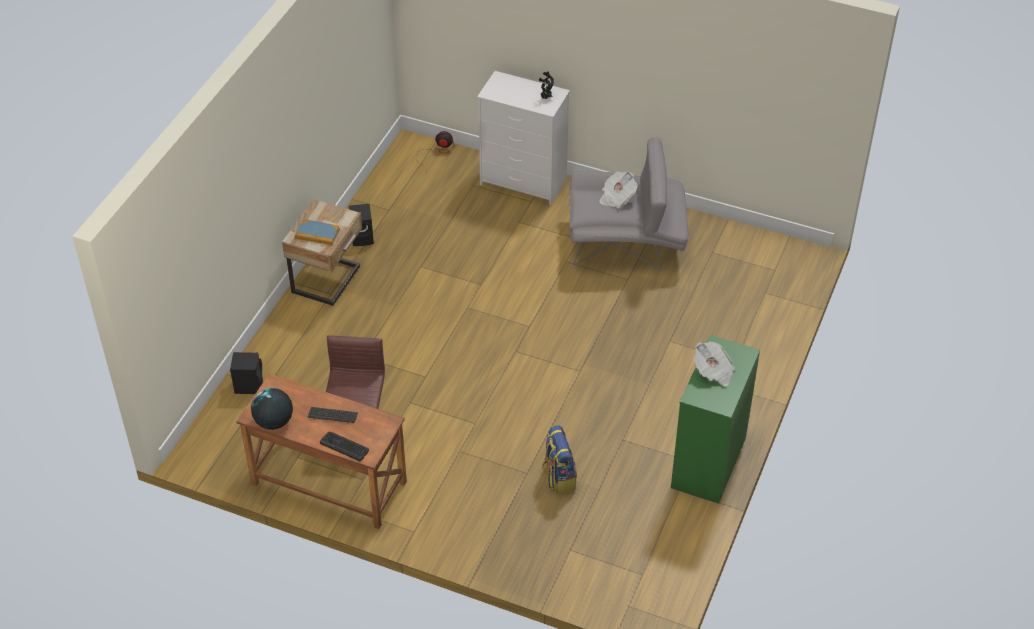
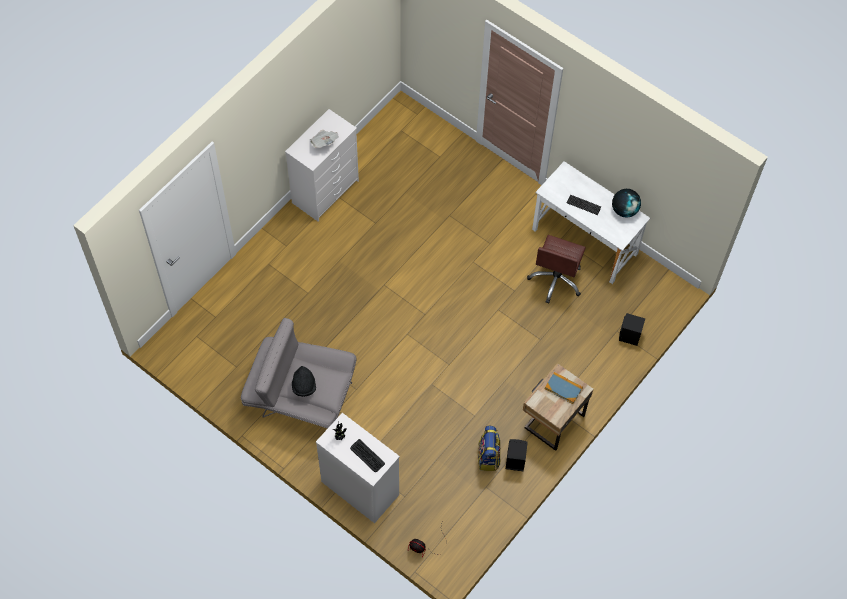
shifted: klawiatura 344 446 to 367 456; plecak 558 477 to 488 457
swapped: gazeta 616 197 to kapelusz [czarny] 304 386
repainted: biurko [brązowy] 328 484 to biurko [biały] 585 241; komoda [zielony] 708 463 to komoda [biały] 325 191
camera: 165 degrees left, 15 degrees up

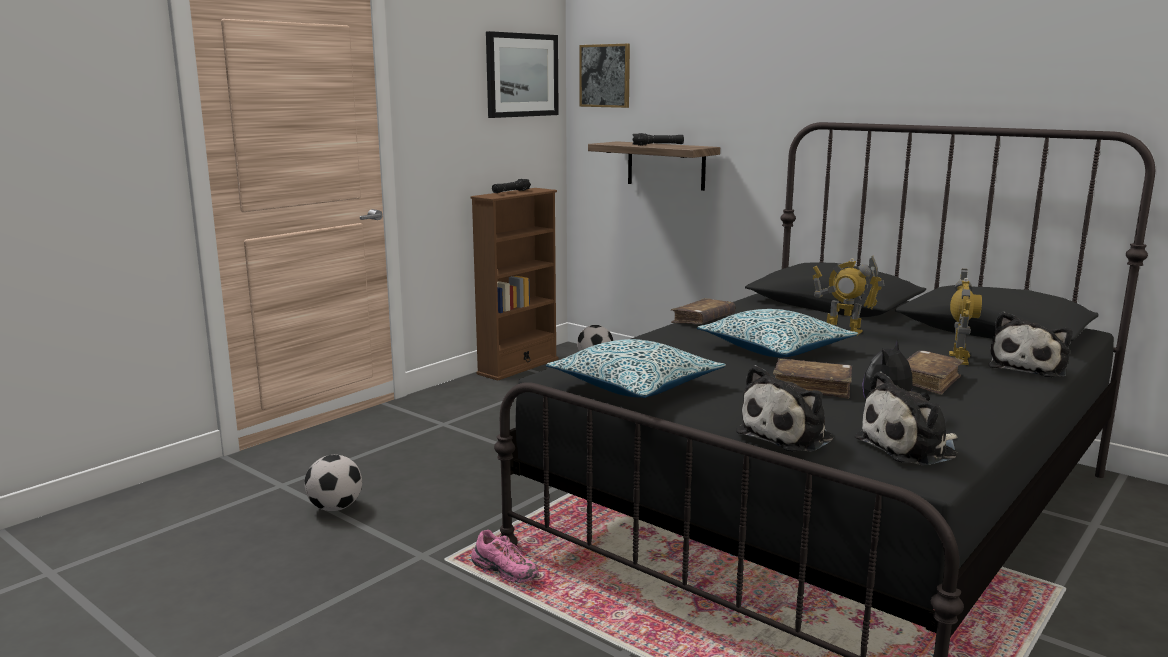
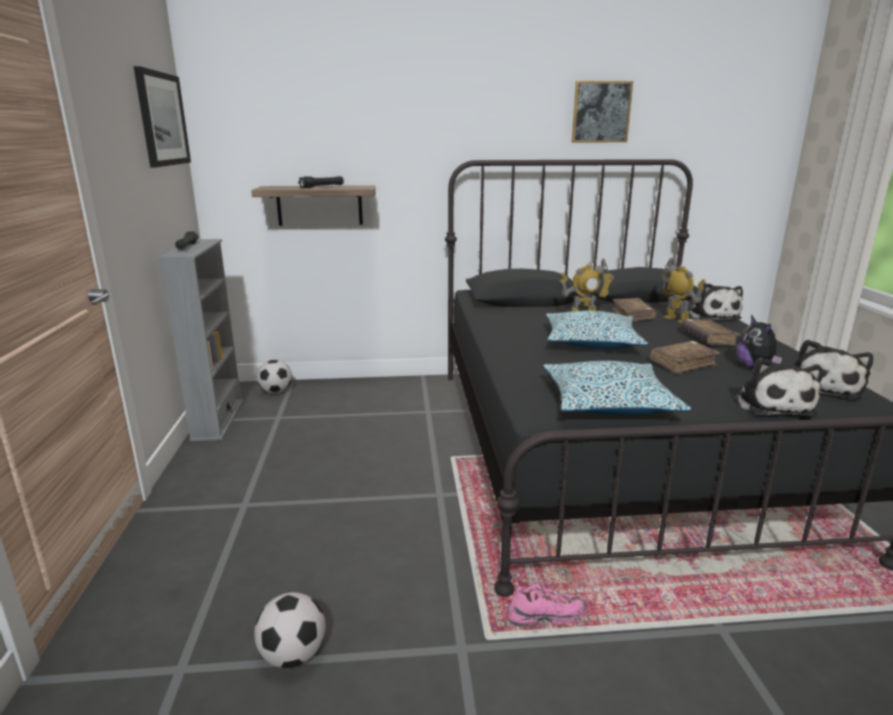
shifted: obraz 605 76 to 601 112; książka [brązowy] 703 320 to 632 316
repainted: regał [brązowy] 518 366 to regał [szary] 218 420
camera: 45 degrees left, 5 degrees up

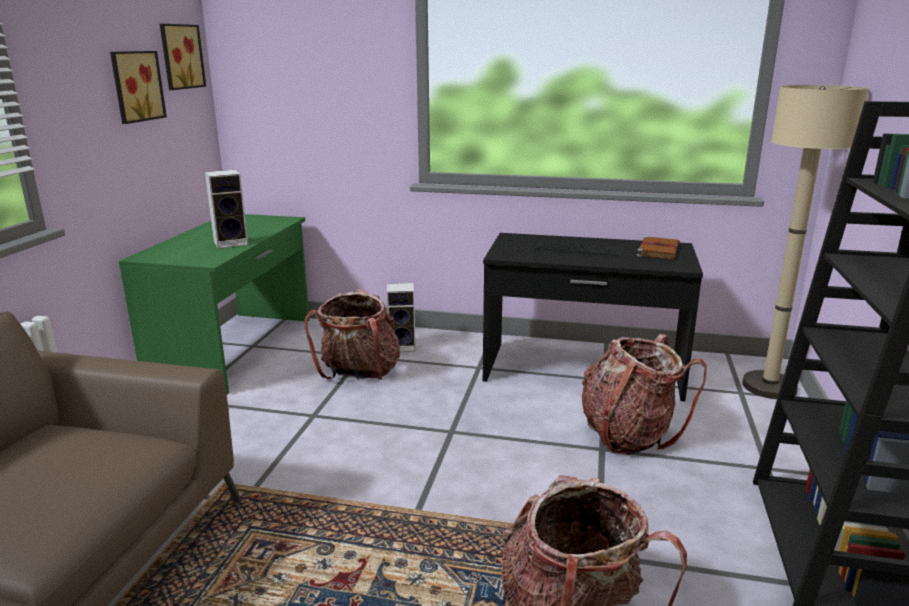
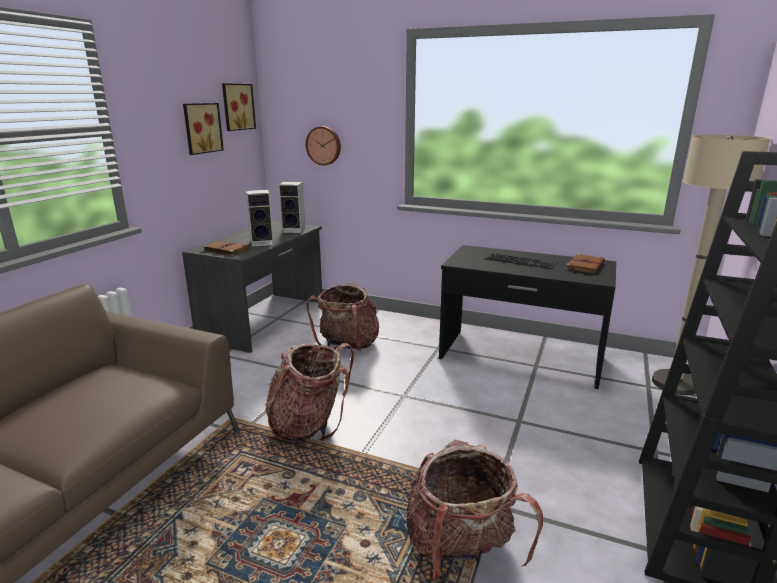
new: książka [brązowy] 225 250; zegar ścienny 324 145
shifted: głośnik 403 346 to 295 230; plecak 628 434 to 309 424
repainted: biurko [zielony] 236 349 to biurko [szary] 265 320
camera: 10 degrees right, 0 degrees up

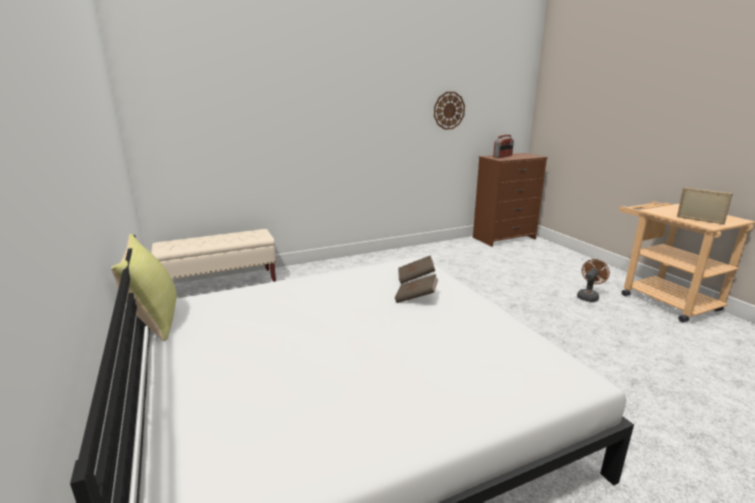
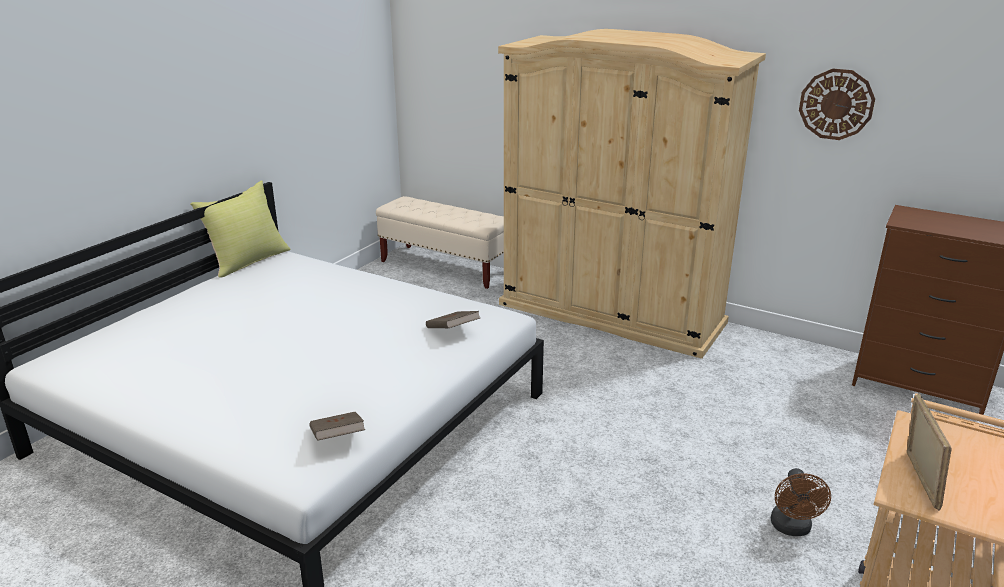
gone: radio 502 156
new: szafa [beżowy] 611 313
shifted: książka [brązowy] 416 298 to 337 439
rotated: wentylator [brązowy] 588 296 = 792 528 90 degrees clockwise
camera: 55 degrees right, 5 degrees up

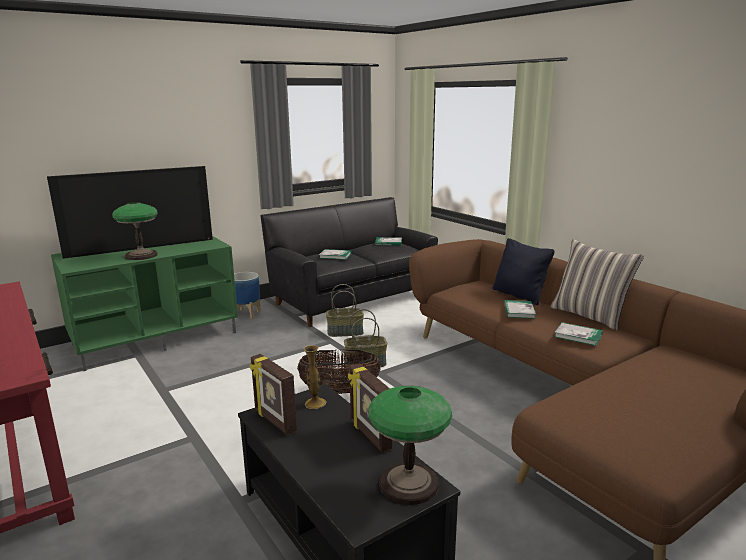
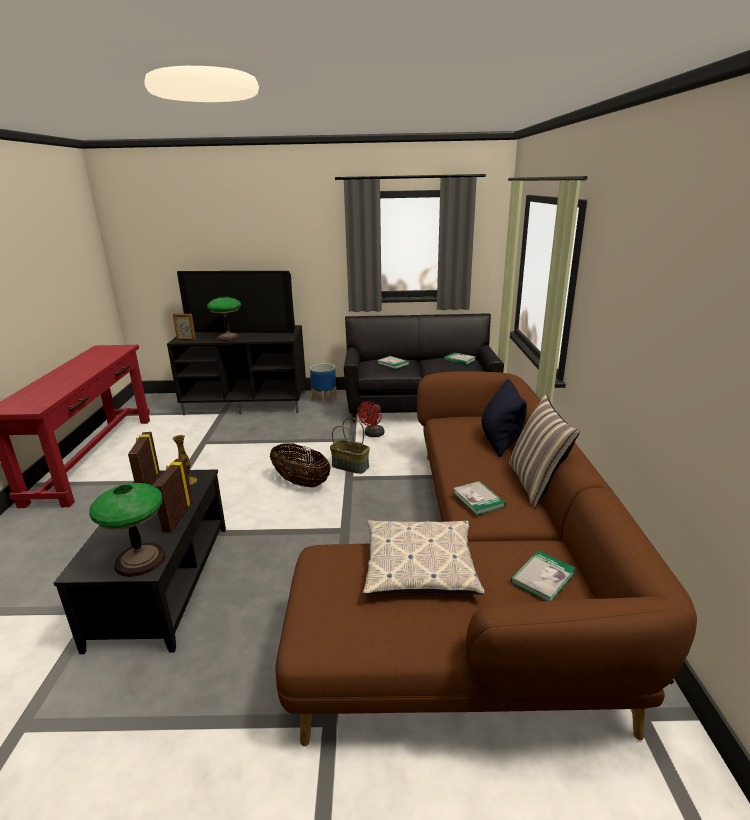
new: ramka na zdjęcie 186 339; poduszka 420 566
shifted: książka 519 311 to 542 578
swapped: koszyk 345 332 to wentylator [czerwony] 372 435
repainted: szafka pod telewizor [zielony] 156 337 to szafka pod telewizor [czarny] 247 403
camera: 35 degrees right, 5 degrees up

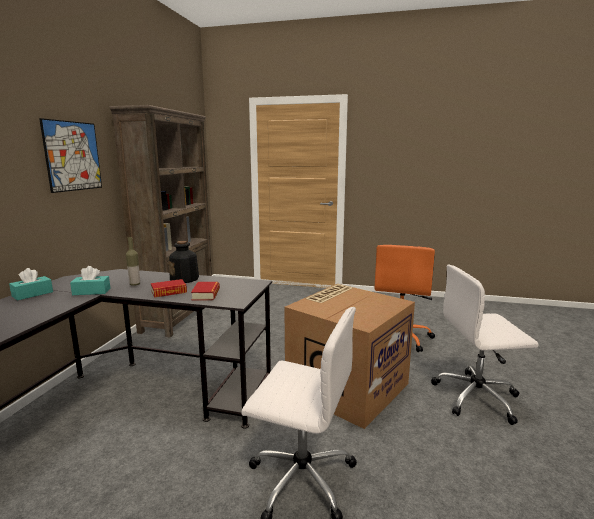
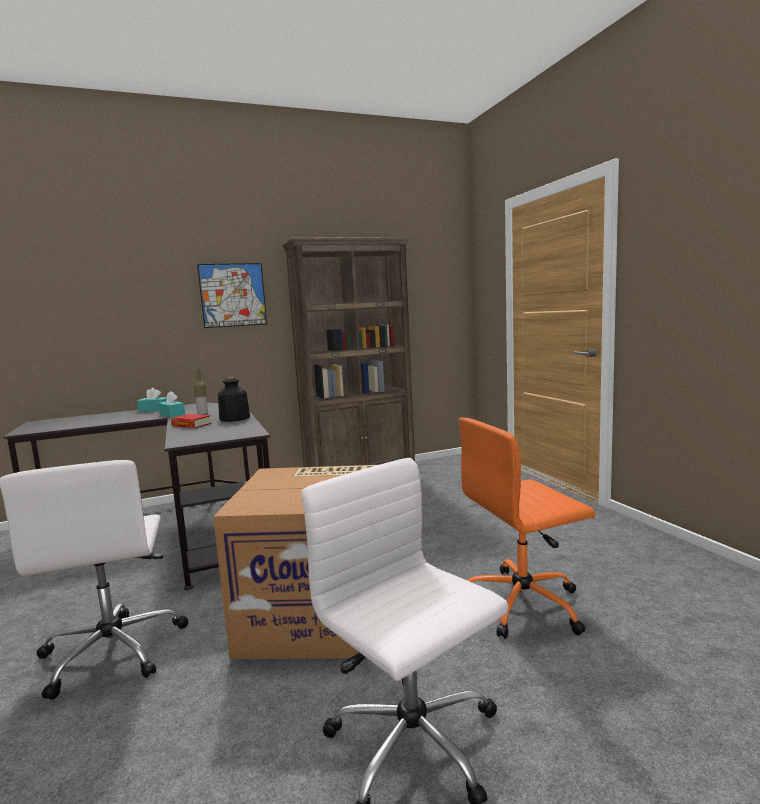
gone: książka 206 294
camera: 55 degrees right, 5 degrees down

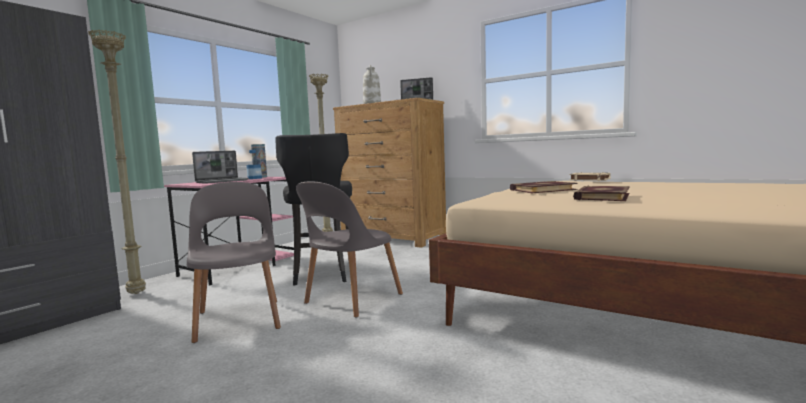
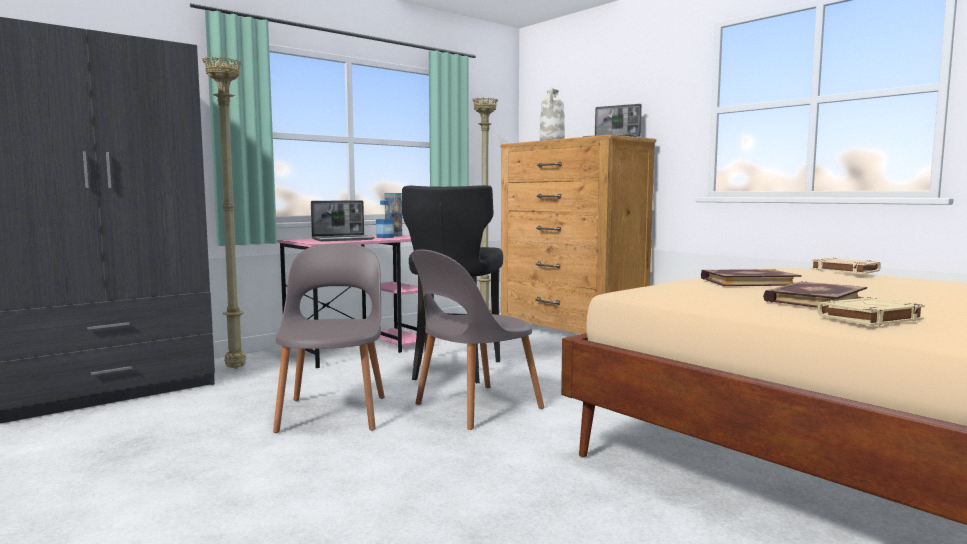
new: książka [beżowy] 869 318
camera: 15 degrees right, 0 degrees up

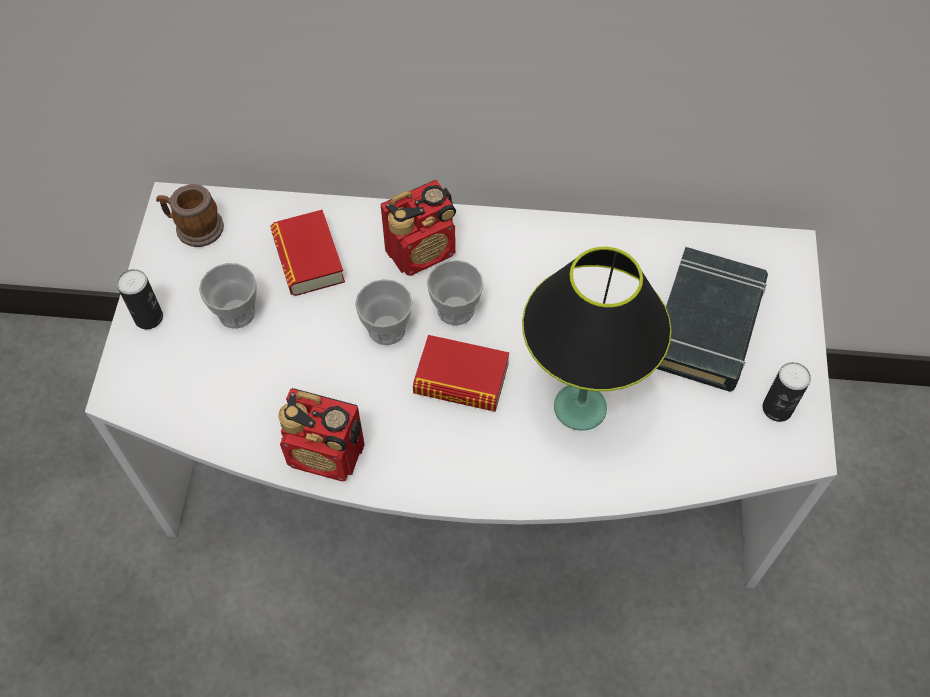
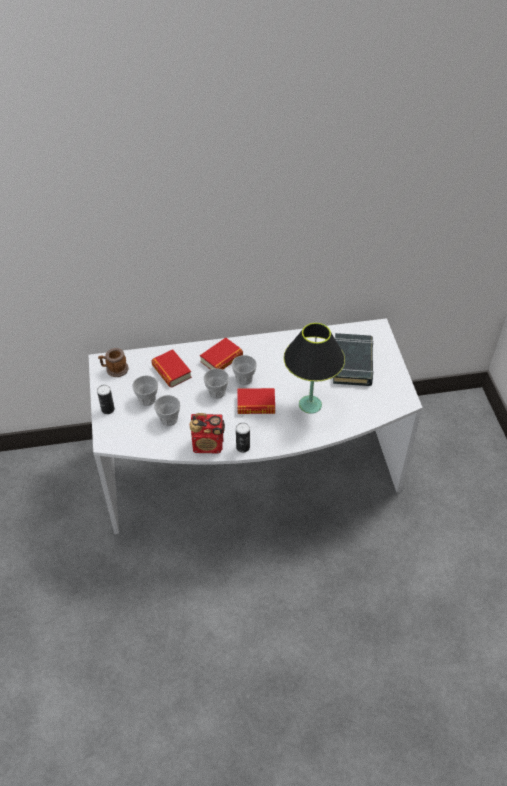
new: filiżanka 169 419
shifted: puszka 777 408 to 243 447
swapped: radio 422 252 to książka 221 359
camera: 15 degrees left, 10 degrees down

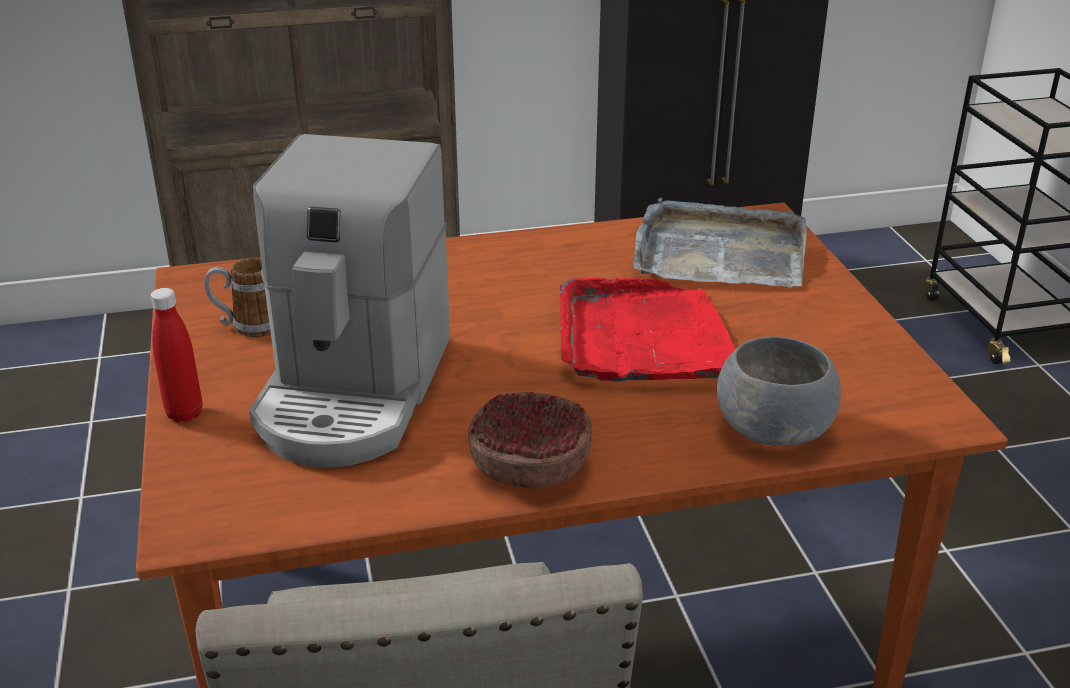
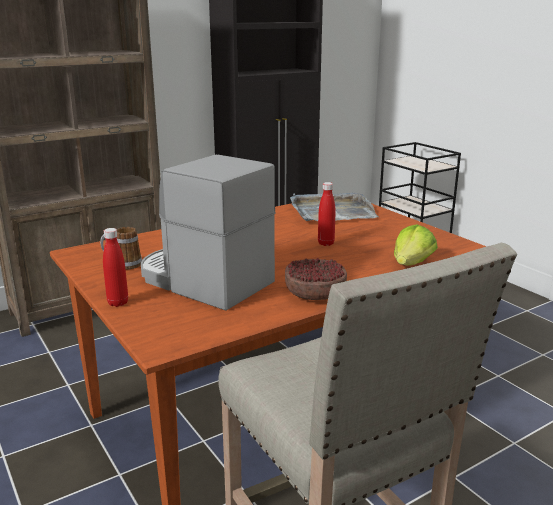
swapped: taca [czerwony] 644 339 to butelka [czerwony] 326 243; miska [szary] 776 430 to sałata 412 264
rotated: ekspres do kawy 354 391 = 203 281 135 degrees clockwise
camera: 20 degrees left, 10 degrees down

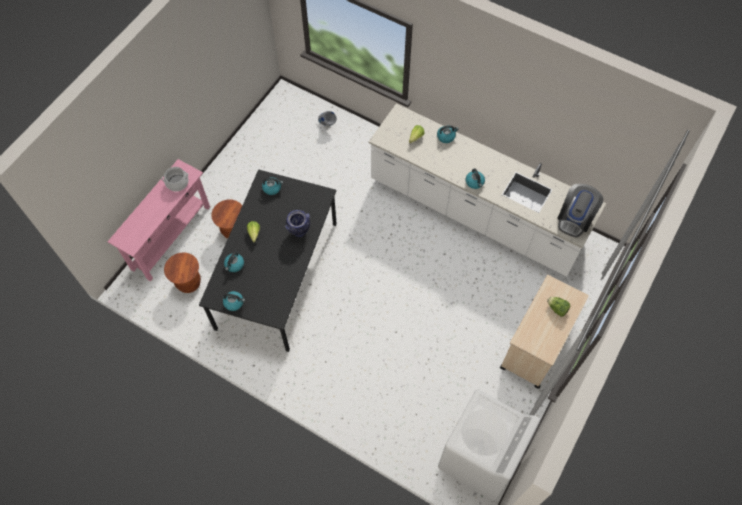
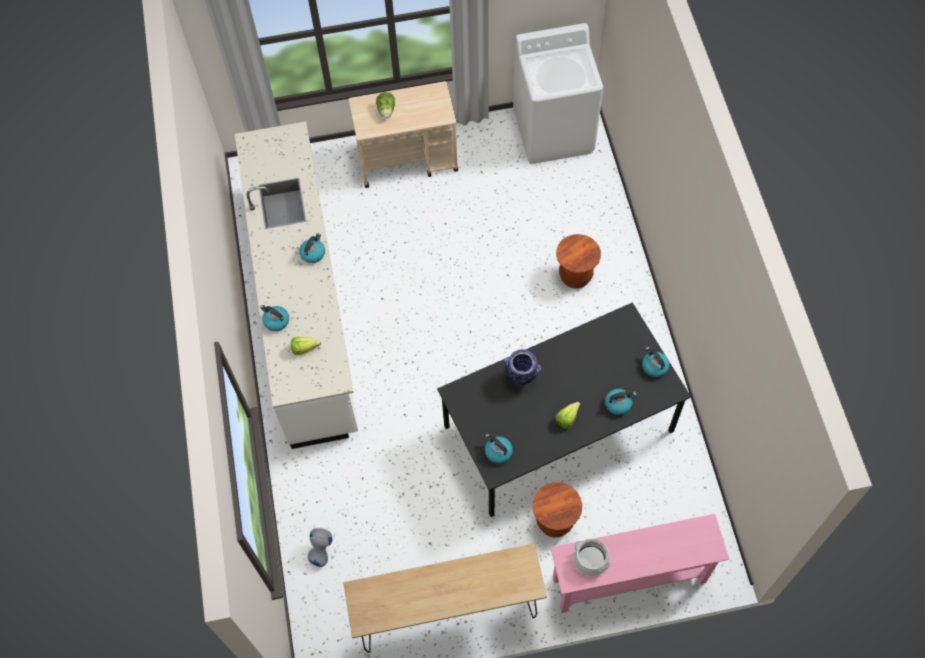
gone: ekspres do kawy 575 218
new: stolik konsolowy [brązowy] 448 616
shifted: stołek [brązowy] 189 283 to 575 276
camera: 130 degrees left, 0 degrees up

